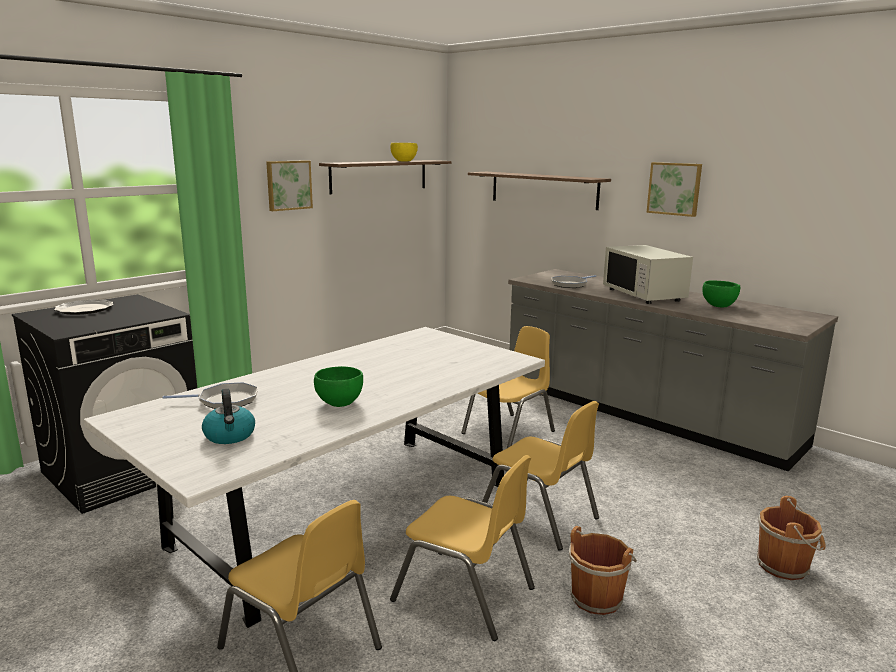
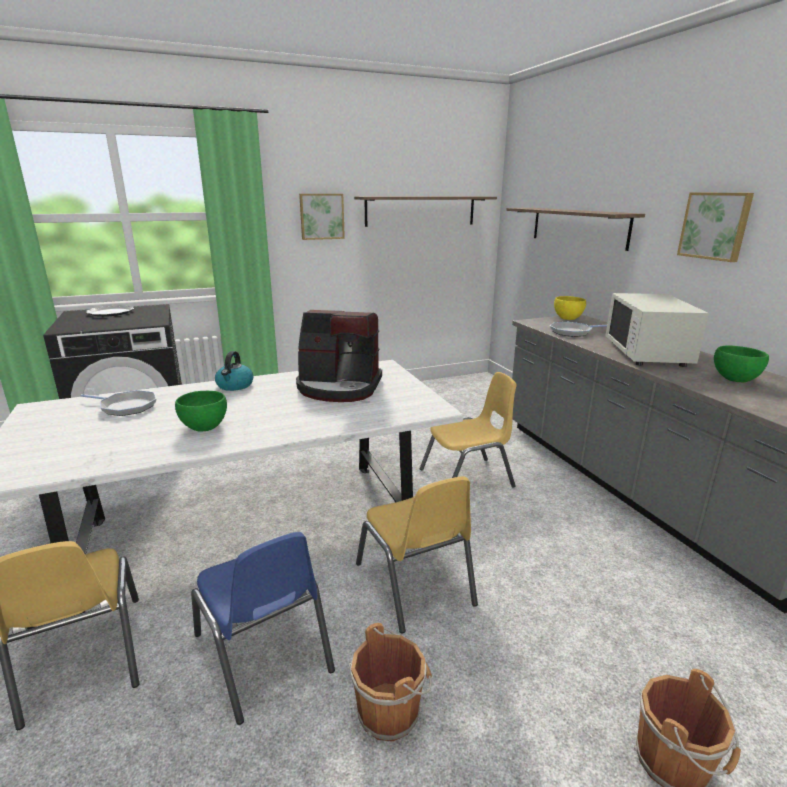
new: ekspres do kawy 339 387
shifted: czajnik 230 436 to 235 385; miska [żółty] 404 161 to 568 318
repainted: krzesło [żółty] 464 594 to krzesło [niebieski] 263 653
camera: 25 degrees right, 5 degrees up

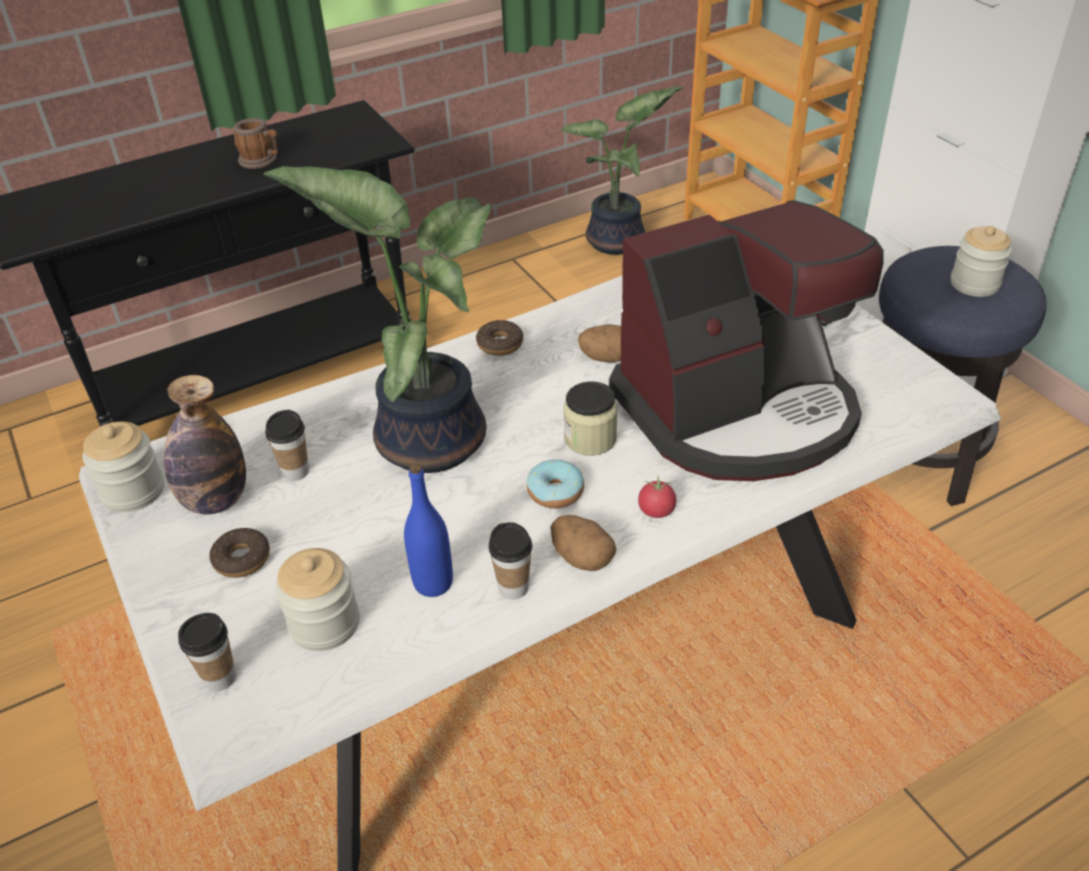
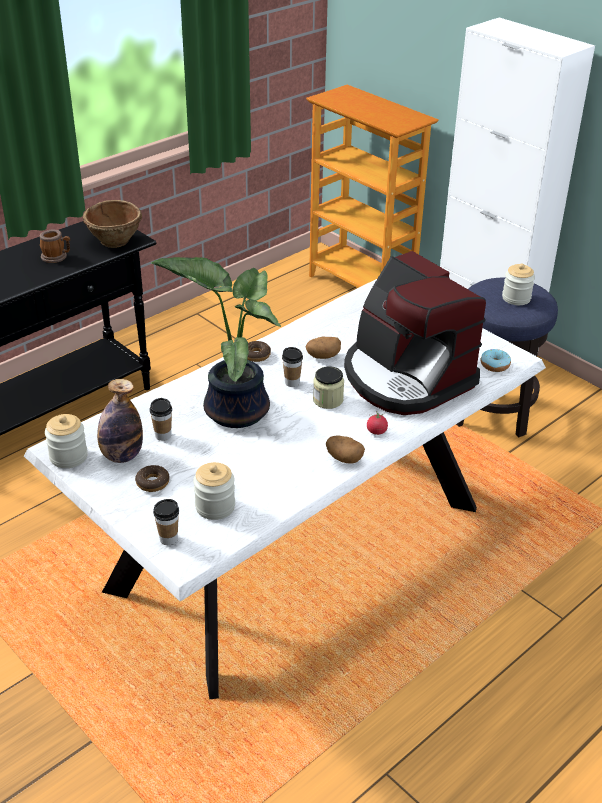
gone: butelka [niebieski] 433 583; roślina doniczkowa 619 242
new: miska [brązowy] 115 242
shifted: filiżanka 513 587 to 292 382; donut 555 492 to 495 365
rotated: ekspres do kawy 738 411 = 406 377 90 degrees clockwise
camera: 15 degrees left, 5 degrees down

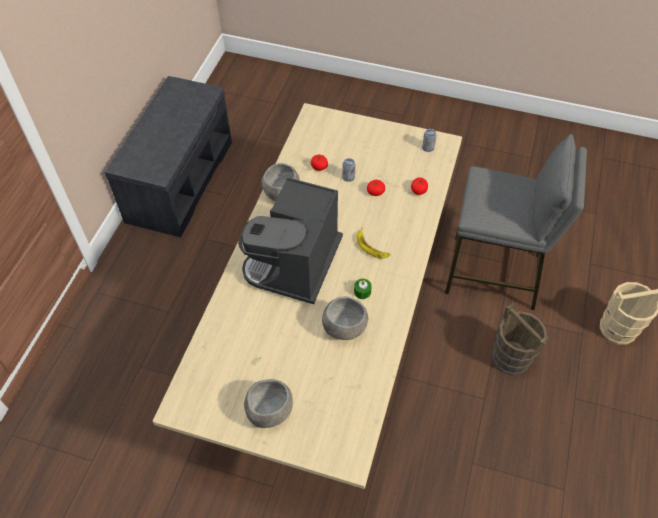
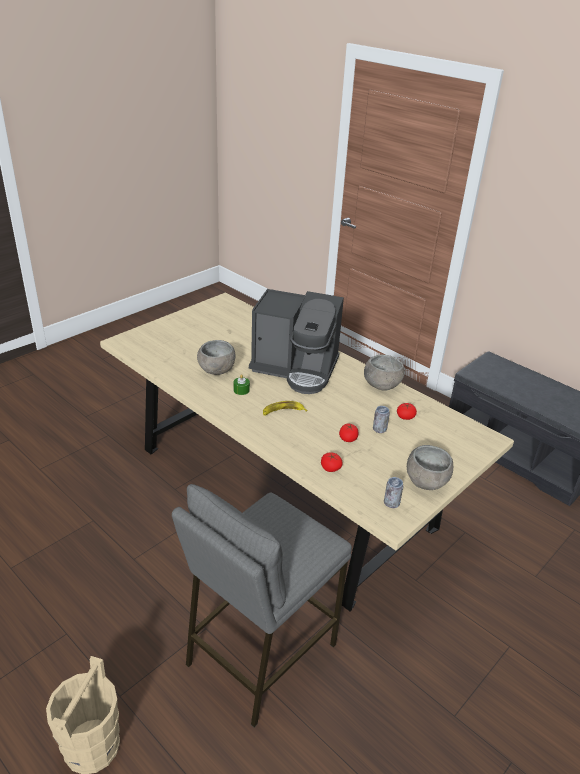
gone: wiadro [brązowy] 511 357
shifted: miska [szary] 268 412 to 426 482
rotated: ekspres do kawy 295 265 = 296 369 150 degrees clockwise
camera: 115 degrees right, 20 degrees down

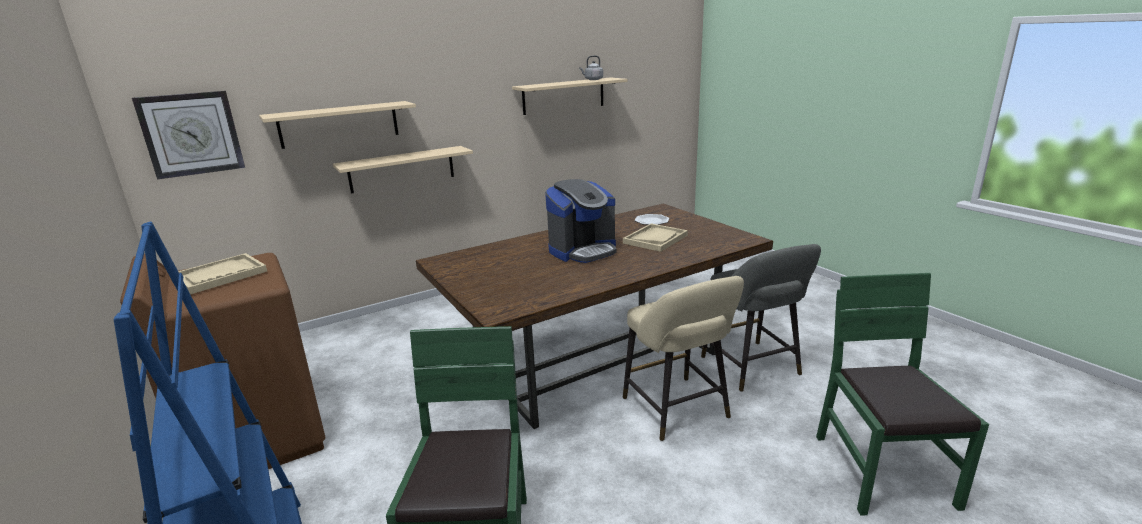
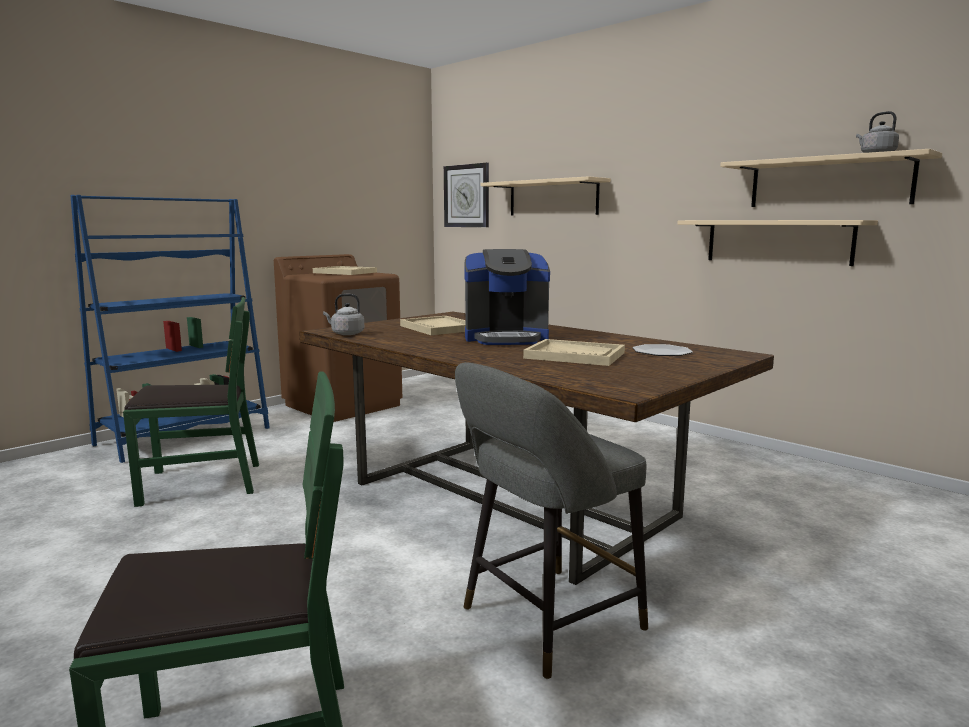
gone: stołek [beżowy] 678 411
new: czajnik [szary] 346 334; taca [beżowy] 439 328
shifted: półka [beżowy] 402 169 to 777 241
rotated: ekspres do kawy 583 250 = 506 338 45 degrees counterclockwise
camera: 75 degrees right, 10 degrees down

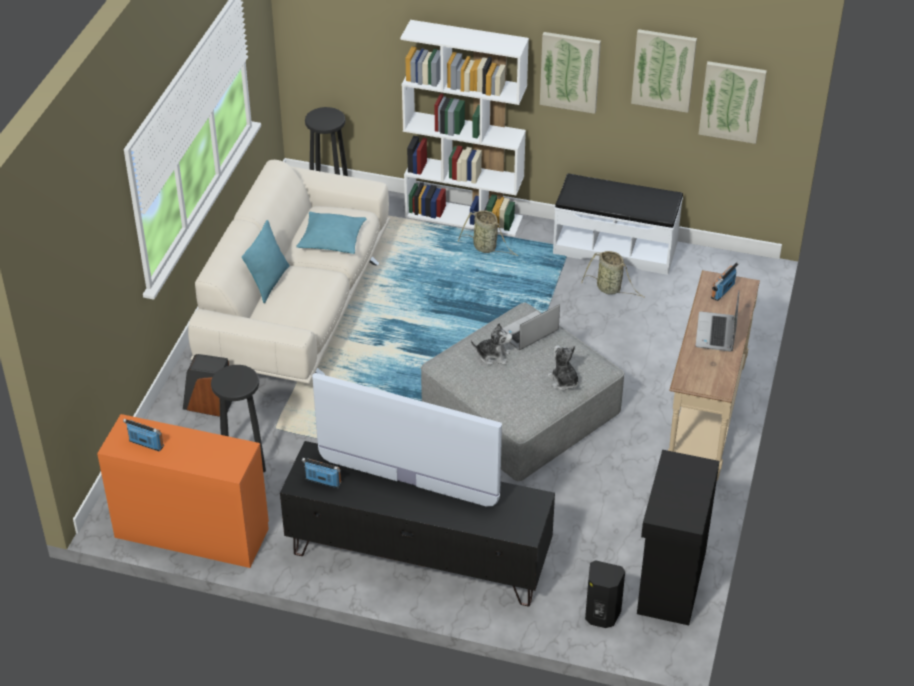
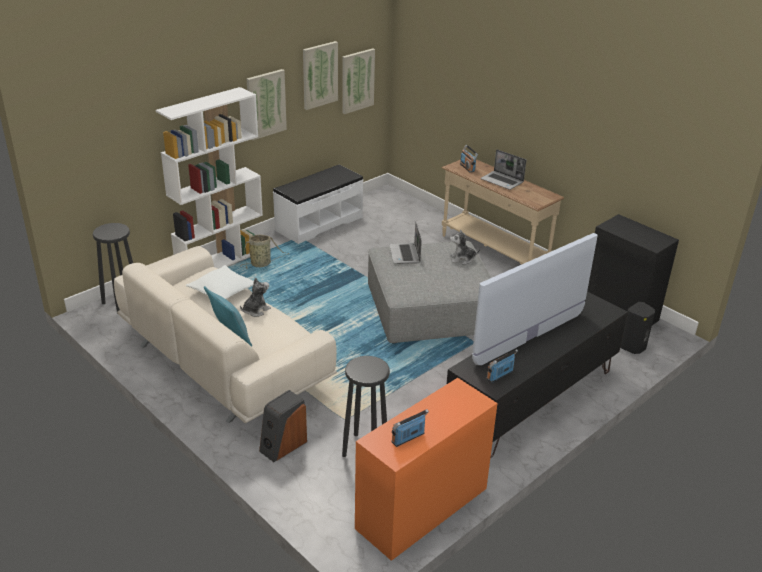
gone: koszyk 610 289
shifted: pluszak 493 356 to 256 310
repainted: poduszka [turkusowy] 332 239 to poduszka [biały] 222 290
camera: 60 degrees left, 10 degrees down

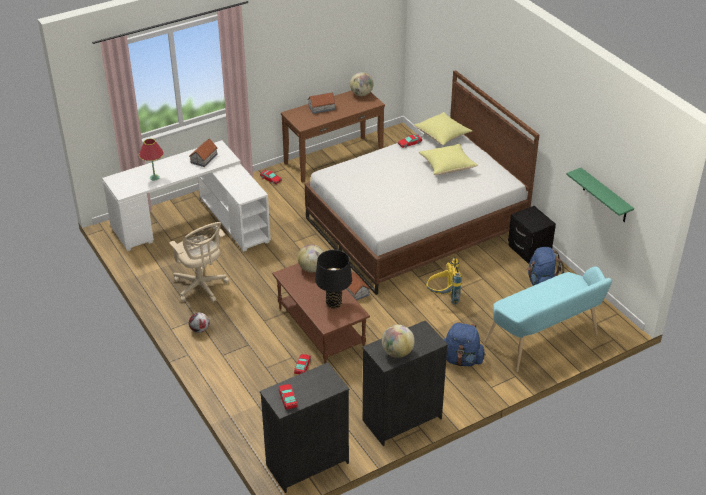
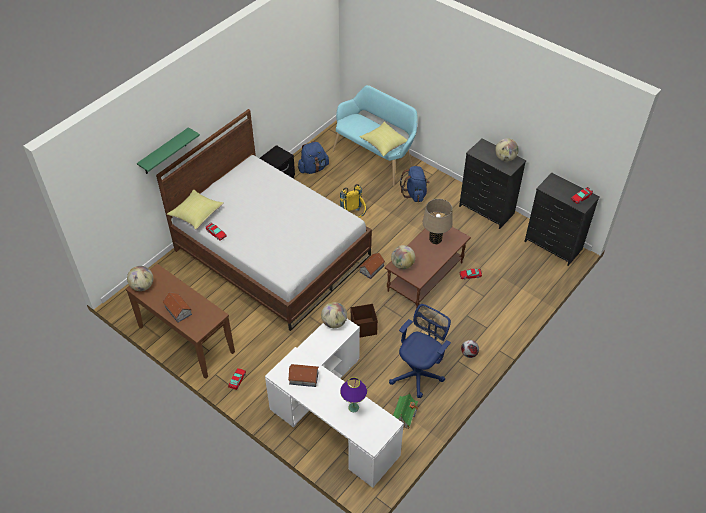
new: globus 334 323; pojemnik do przechowywania [brązowy] 363 328; domek 404 415
shifted: poduszka [żółty] 447 166 to 383 144; półka [zielony] 605 196 to 164 152
repainted: lampa stołowa [czerwony] 154 177 to lampa stołowa [fioletowy] 353 407; krzesło biurowe [beżowy] 201 287 to krzesło biurowe [niebieski] 419 373; lampa stołowa [czarny] 334 304 to lampa stołowa [beżowy] 435 240
camera: 110 degrees left, 10 degrees up

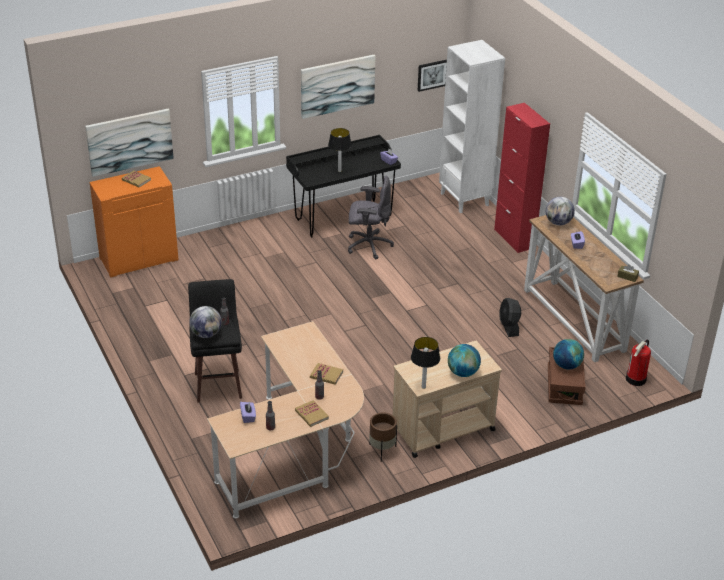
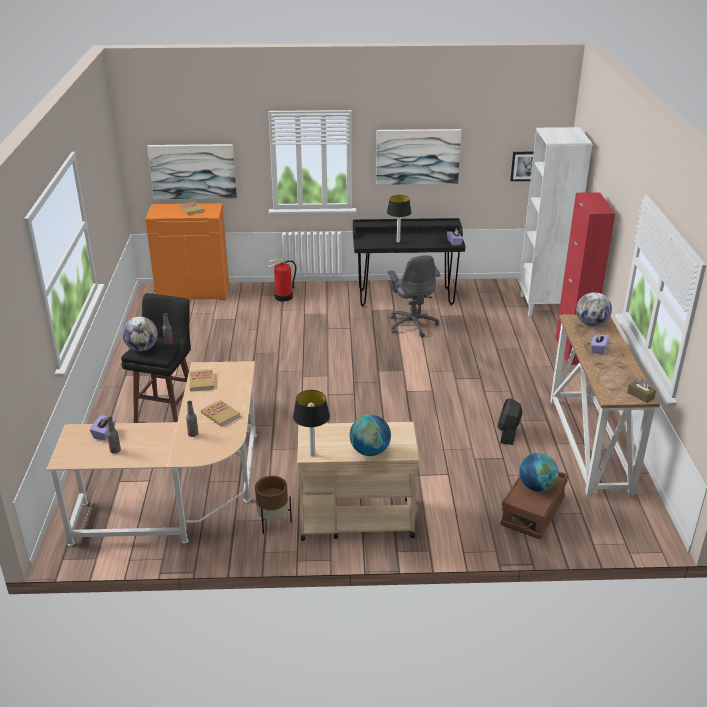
shifted: książka 311 414 to 201 381; gaśnica 636 379 to 283 297
rotated: krzesło biurowe [szary] 368 245 = 412 325 45 degrees clockwise
camera: 25 degrees right, 5 degrees down

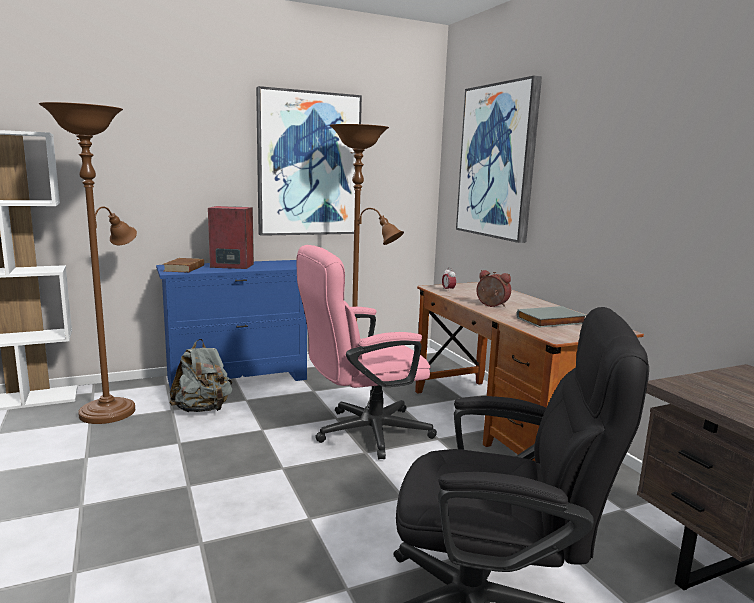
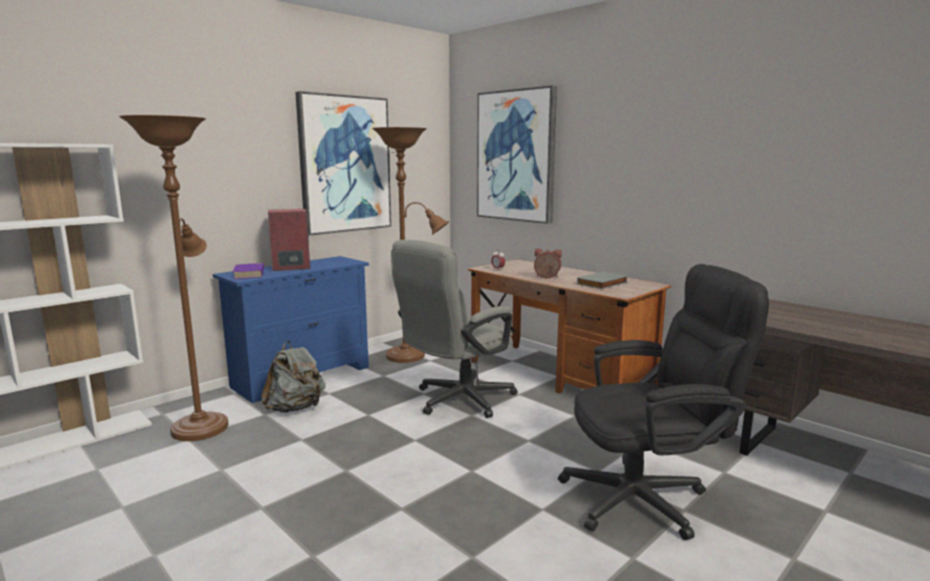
repainted: książka [brązowy] 184 268 to książka [fioletowy] 249 274; krzesło biurowe [różowy] 362 433 to krzesło biurowe [szary] 456 401
camera: 20 degrees left, 0 degrees up

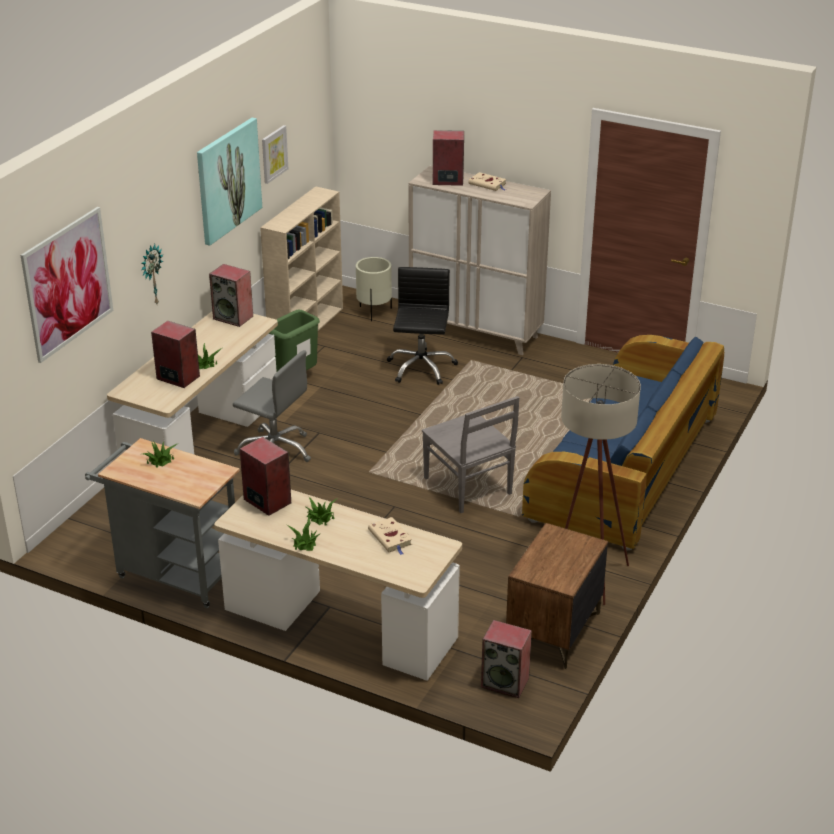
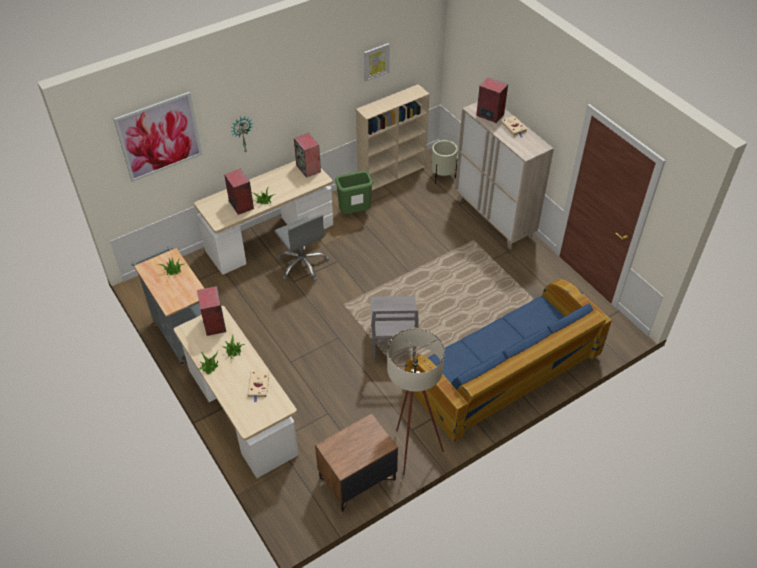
gone: obraz 227 180; krzesło biurowe [czarny] 421 368; głośnik 505 682
camera: 30 degrees right, 15 degrees up

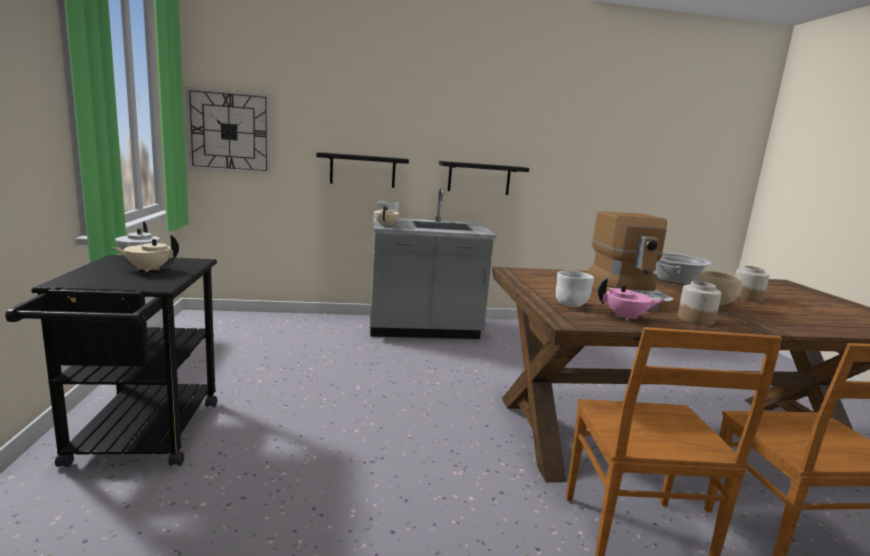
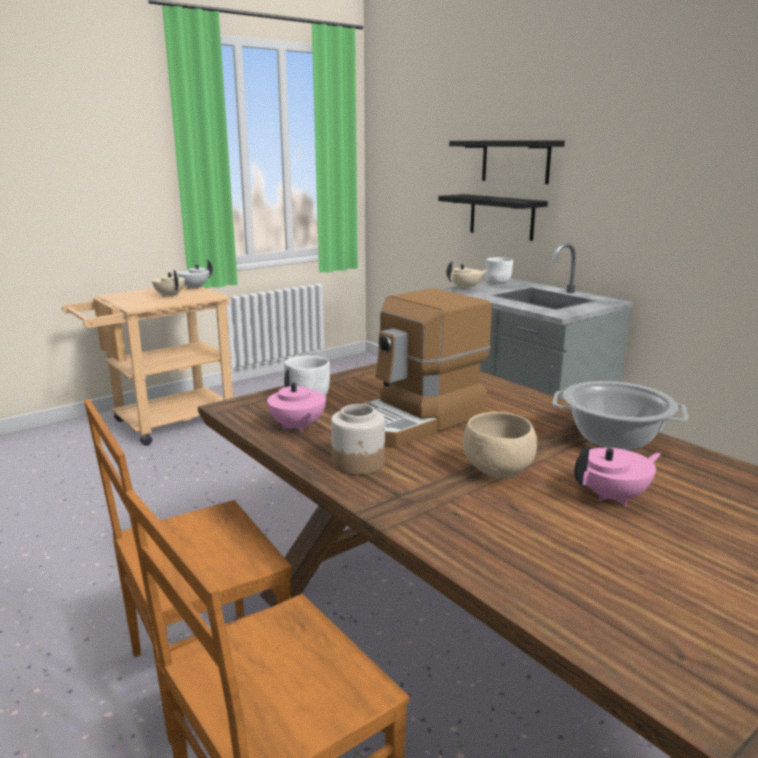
gone: zegar ścienny 229 131
shifted: półka [czarny] 479 178 to 515 161
swapped: słoik 747 297 to imbryk [różowy] 614 497
repainted: wózek [czarny] 141 440 to wózek [beżowy] 163 424
camera: 60 degrees right, 5 degrees up

